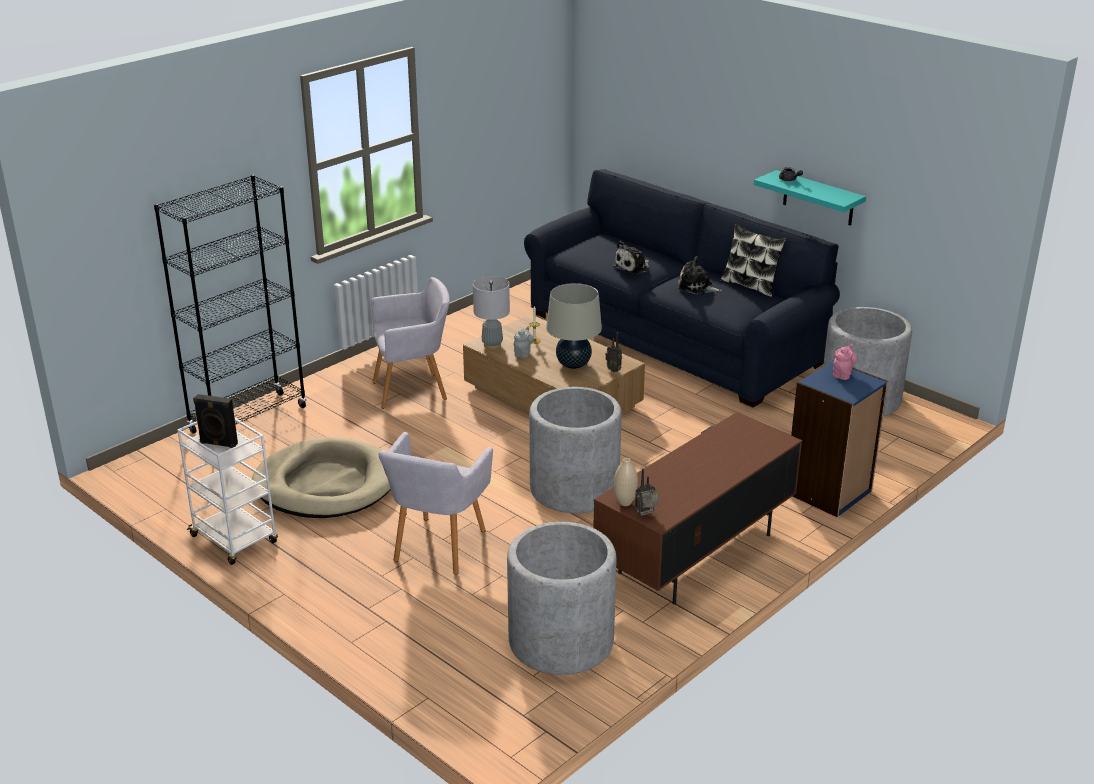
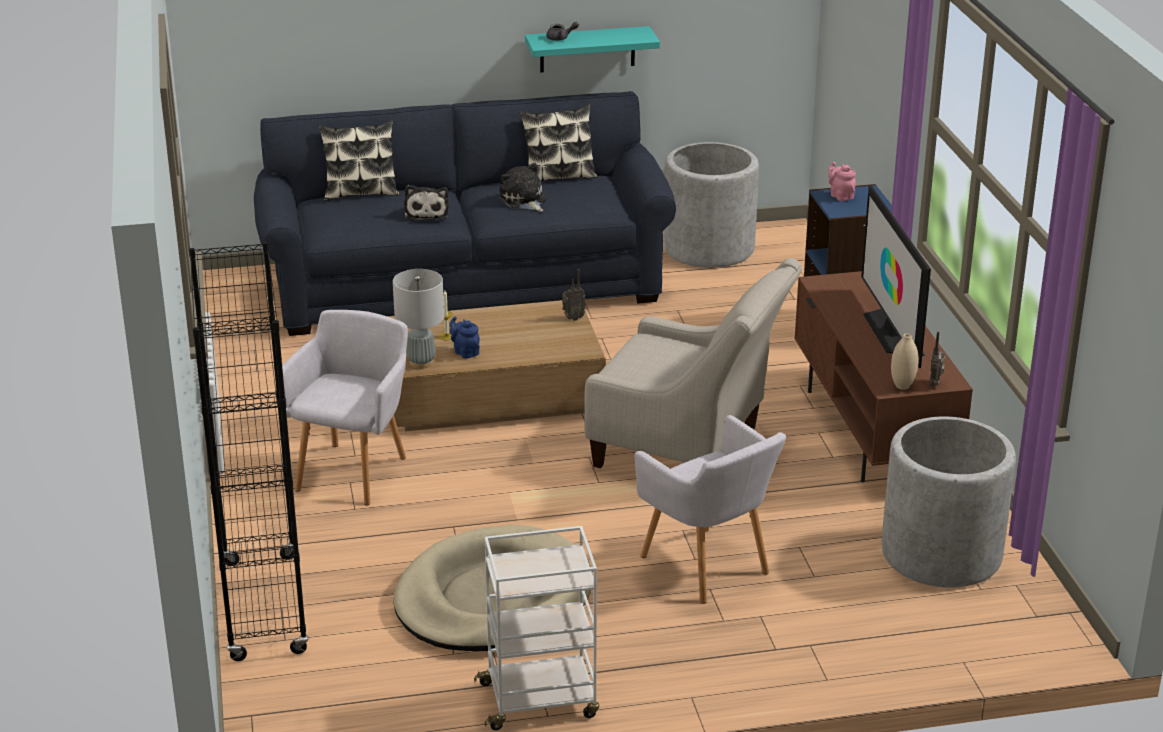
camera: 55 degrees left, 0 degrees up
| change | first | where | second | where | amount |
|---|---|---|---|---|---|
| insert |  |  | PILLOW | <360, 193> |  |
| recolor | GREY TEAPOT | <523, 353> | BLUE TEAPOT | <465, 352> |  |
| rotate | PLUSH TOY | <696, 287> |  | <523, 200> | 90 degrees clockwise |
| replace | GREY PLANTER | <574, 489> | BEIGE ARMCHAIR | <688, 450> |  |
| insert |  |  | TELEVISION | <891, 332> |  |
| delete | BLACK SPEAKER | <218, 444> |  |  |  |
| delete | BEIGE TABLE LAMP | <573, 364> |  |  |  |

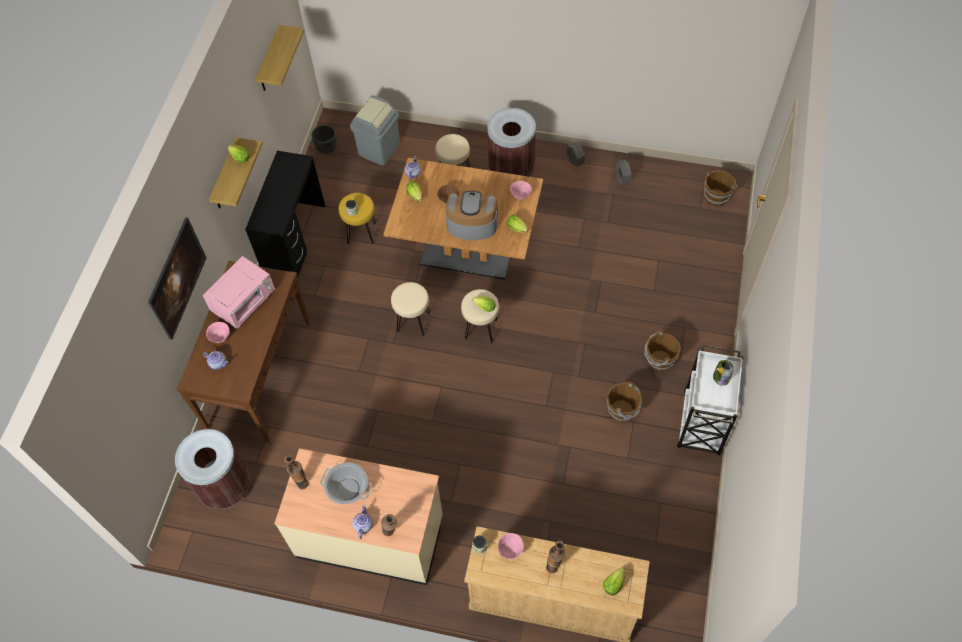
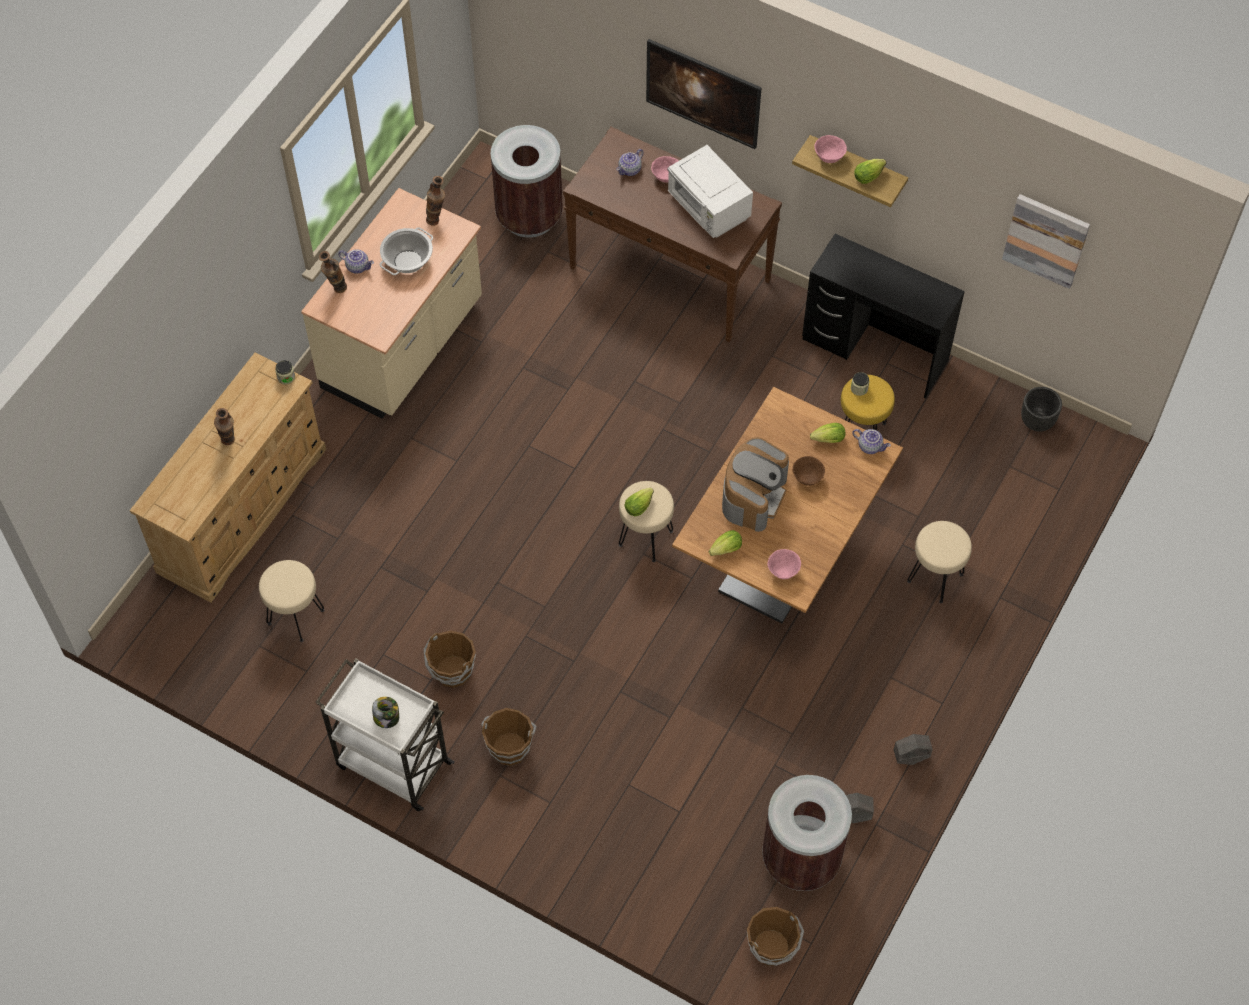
camera: 105 degrees right, 0 degrees up
| change | first | where | second | where | amount |
|---|---|---|---|---|---|
| move | BEIGE STOOL | <413, 322> |  | <295, 616> |  |
| recolor | PINK MICROWAVE | <245, 302> | WHITE MICROWAVE | <709, 209> |  |
| move | BROWN TRASH CAN | <511, 171> |  | <801, 858> |  |
| move | PINK BOWL | <510, 550> |  | <829, 157> |  |
| replace | SHELF | <269, 61> | PICTURE | <1046, 240> |  |
| delete | GREY TRASH CAN | <379, 149> |  |  |  |
| delete | LETTUCE | <614, 583> |  |  |  |

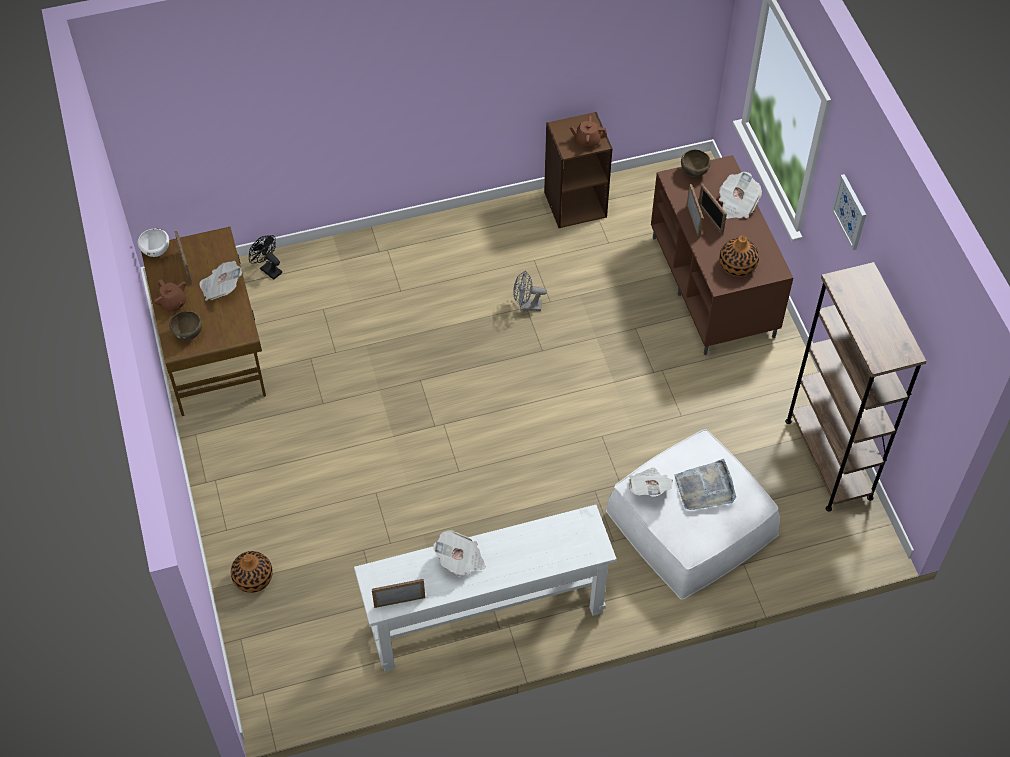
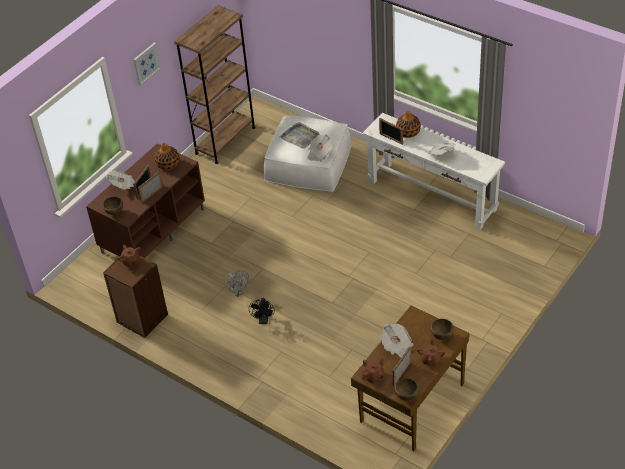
camera: 125 degrees left, 10 degrees down
| change | first | where | second | where | amount |
|---|---|---|---|---|---|
| move | BLACK FAN | <268, 269> |  | <263, 320> |  |
| insert |  |  | BROWN TEAPOT | <373, 376> |  |
| move | PICTURE FRAME | <399, 601> |  | <391, 139> |  |
| recolor | WHITE BOWL | <156, 252> | BROWN BOWL | <406, 396> |  |
| move | VASE | <253, 578> |  | <408, 132> |  |

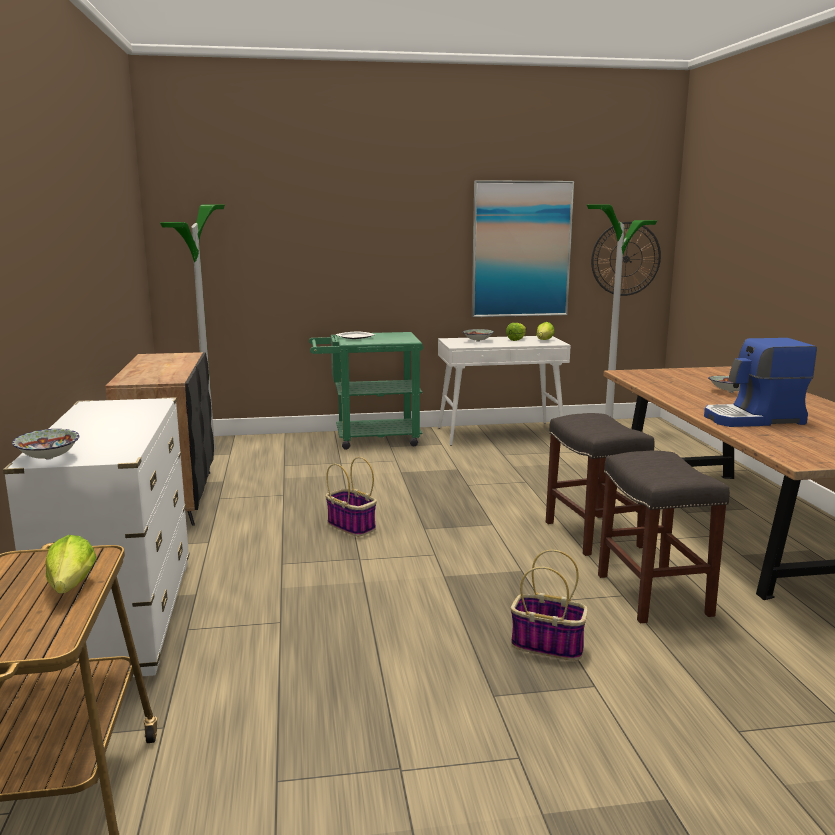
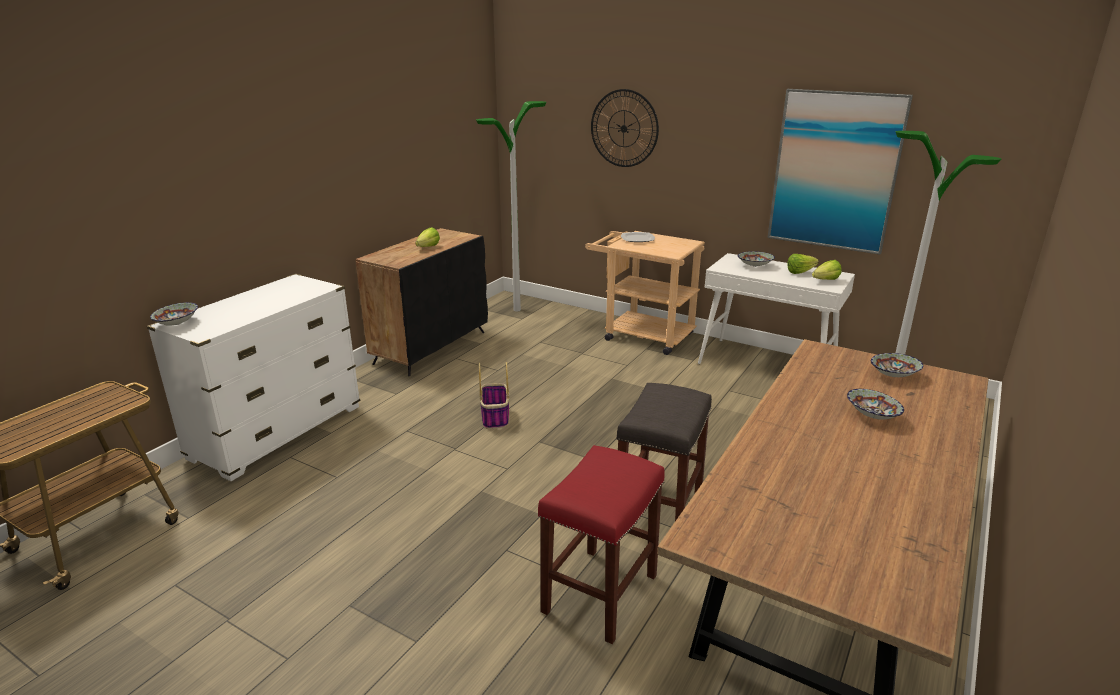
camera: 40 degrees right, 10 degrees up
| change | first | where | second | where | amount |
|---|---|---|---|---|---|
| move | LETTUCE | <68, 591> |  | <426, 248> |  |
| recolor | GREY STOOL | <651, 594> | RED STOOL | <600, 592> |  |
| recolor | GREEN CART | <368, 439> | BEIGE CART | <641, 335> |  |
| move | WALL CLOCK | <626, 259> |  | <624, 128> |  |
| insert |  |  | BOWL | <893, 375> |  |
| delete | BASKET | <548, 645> |  |  |  |
| delete | COFFEE MACHINE | <754, 419> |  |  |  |

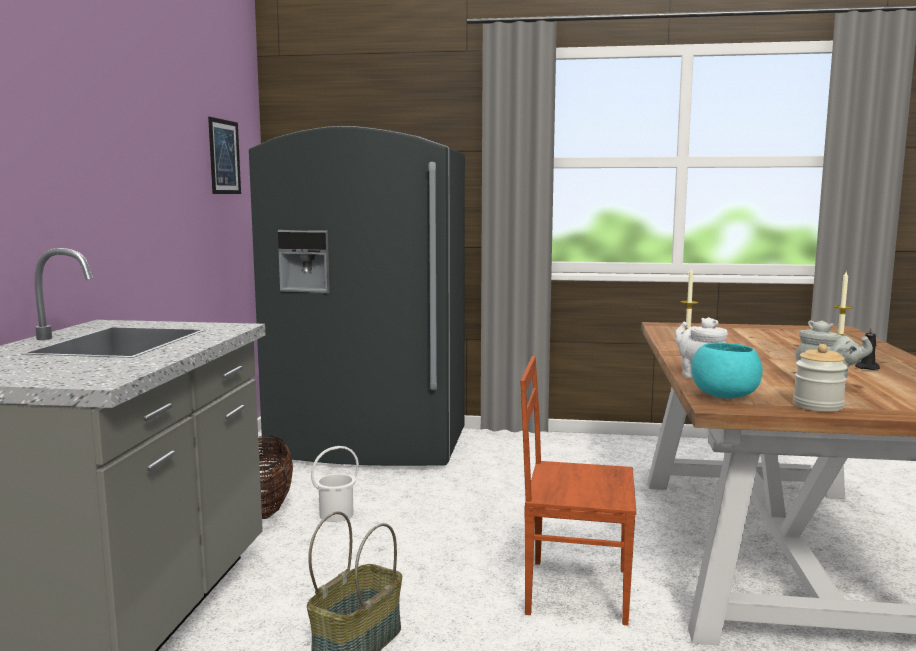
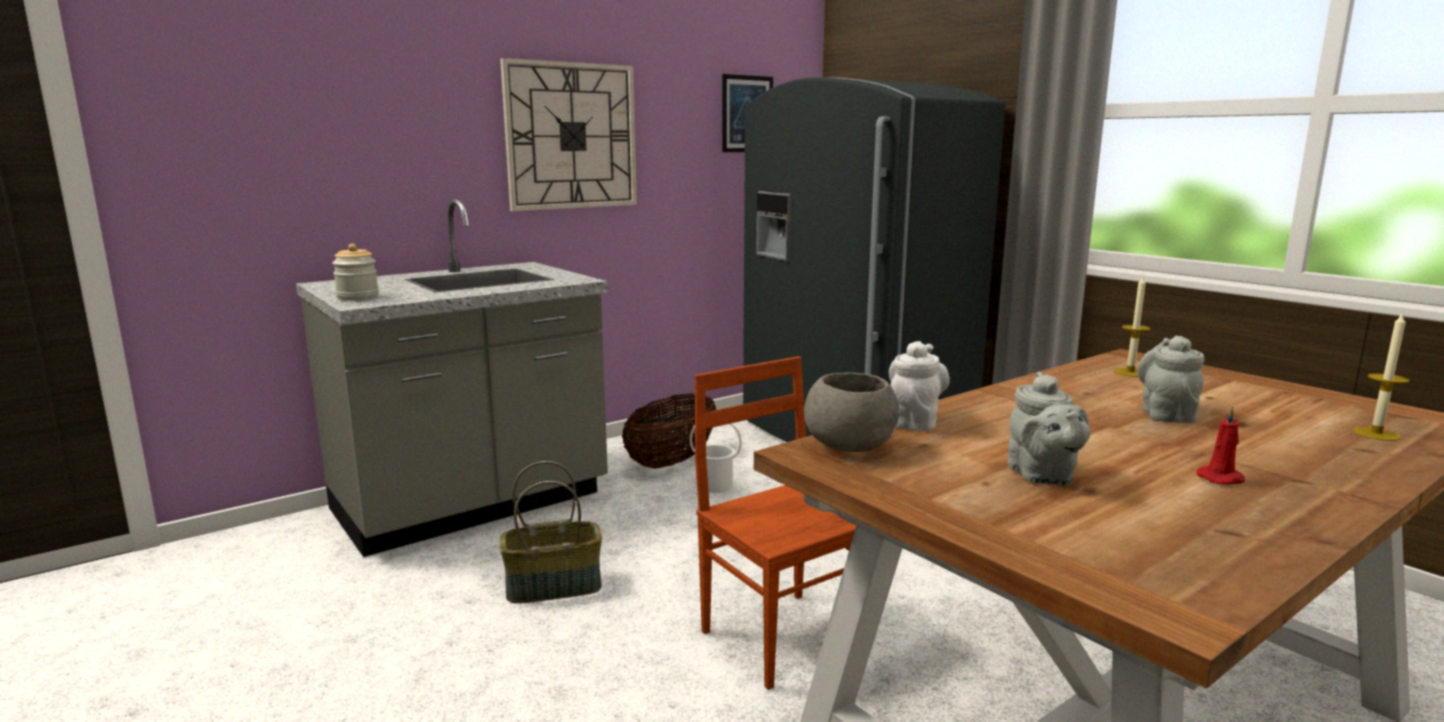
camera: 45 degrees right, 5 degrees up
| change | first | where | second | where | amount |
|---|---|---|---|---|---|
| move | JAR | <817, 406> |  | <358, 297> |  |
| insert |  |  | WALL CLOCK | <571, 136> |  |
| recolor | TURQUOISE BOWL | <723, 396> | GREY BOWL | <849, 447> |  |
| insert |  |  | GREY TEAPOT | <1166, 414> |  |
| recolor | BLACK CANDLE | <867, 368> | RED CANDLE | <1222, 479> |  |

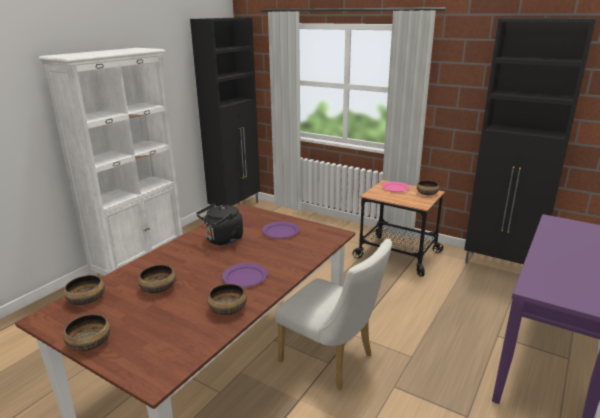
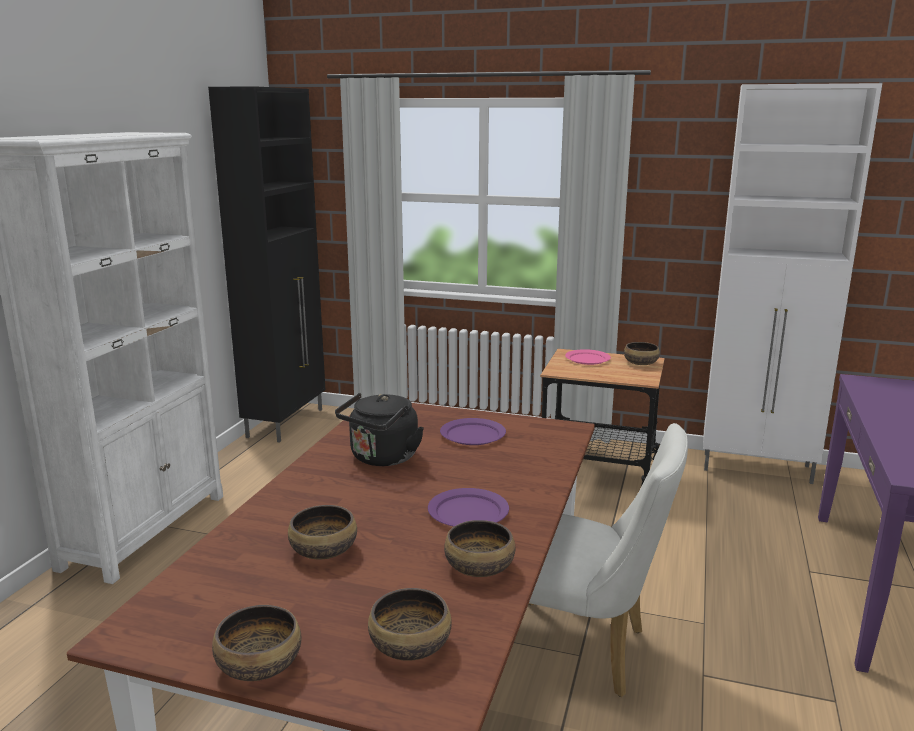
camera: 15 degrees left, 5 degrees down
| change | first | where | second | where | amount |
|---|---|---|---|---|---|
| move | BOWL | <87, 300> |  | <411, 645> |  |
| recolor | BLACK CABINET | <501, 266> | WHITE CABINET | <758, 468> |  |

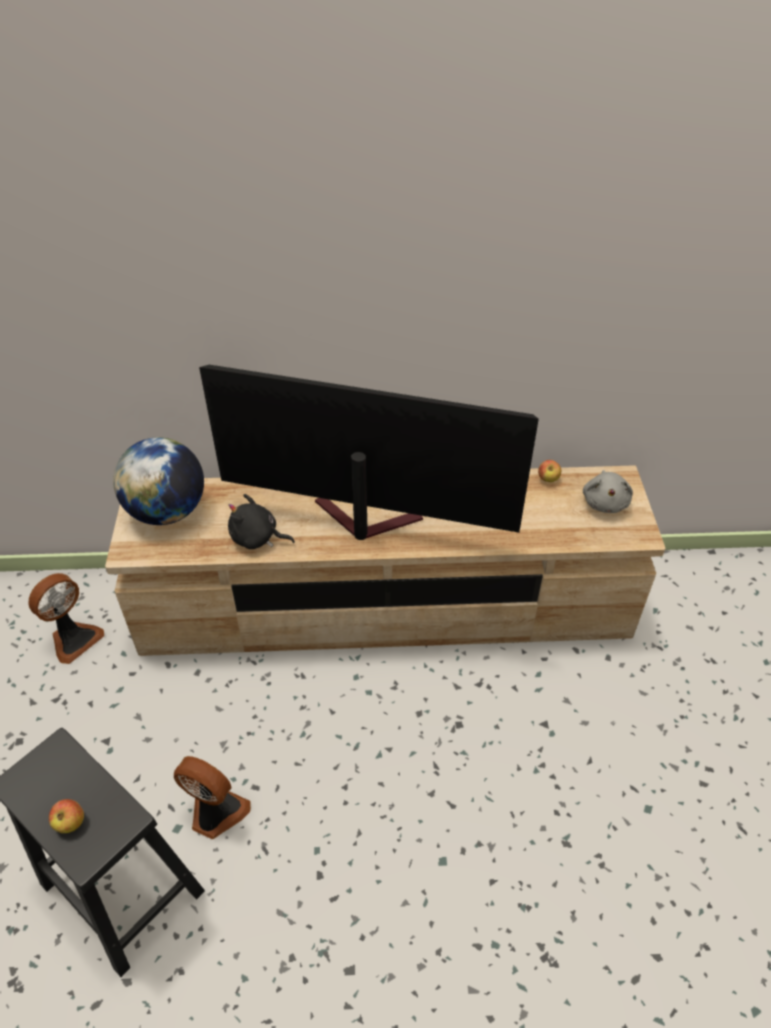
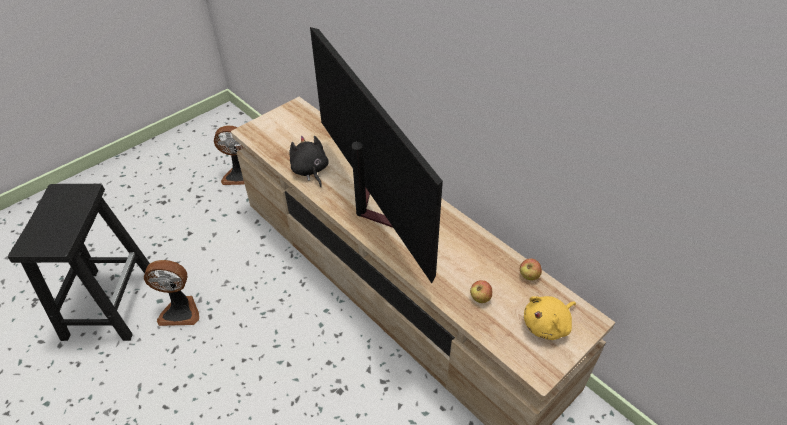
camera: 50 degrees right, 0 degrees up
| change | first | where | second | where | amount |
|---|---|---|---|---|---|
| rotate | FAN | <216, 813> |  | <180, 310> | 105 degrees clockwise |
| move | APPLE | <70, 822> |  | <480, 298> |  |
| recolor | GREY PLUSH TOY | <605, 502> | YELLOW PLUSH TOY | <547, 325> |  |
| delete | GLOBE | <167, 511> |  |  |  |

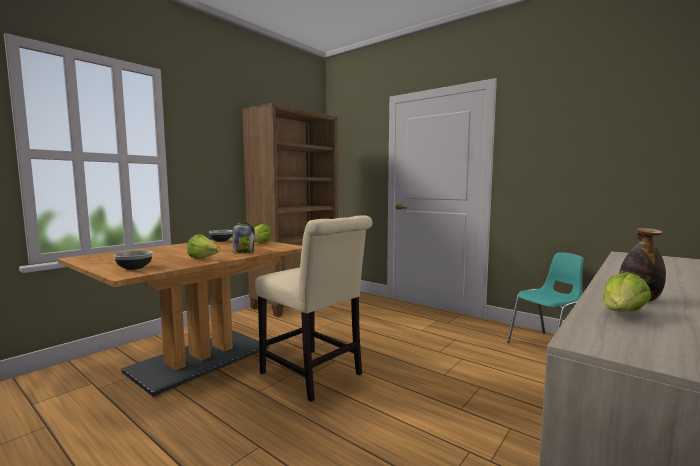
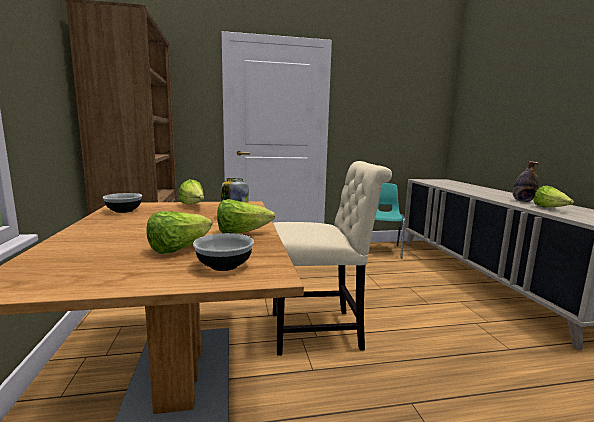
camera: 50 degrees left, 5 degrees up
| change | first | where | second | where | amount |
|---|---|---|---|---|---|
| insert |  |  | LETTUCE | <179, 249> |  |

